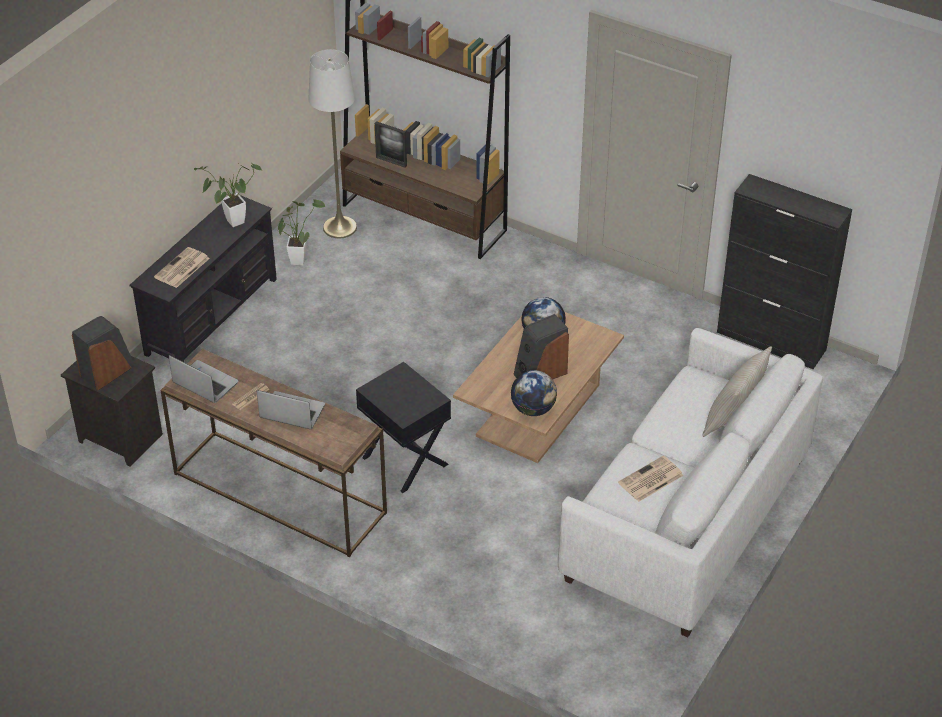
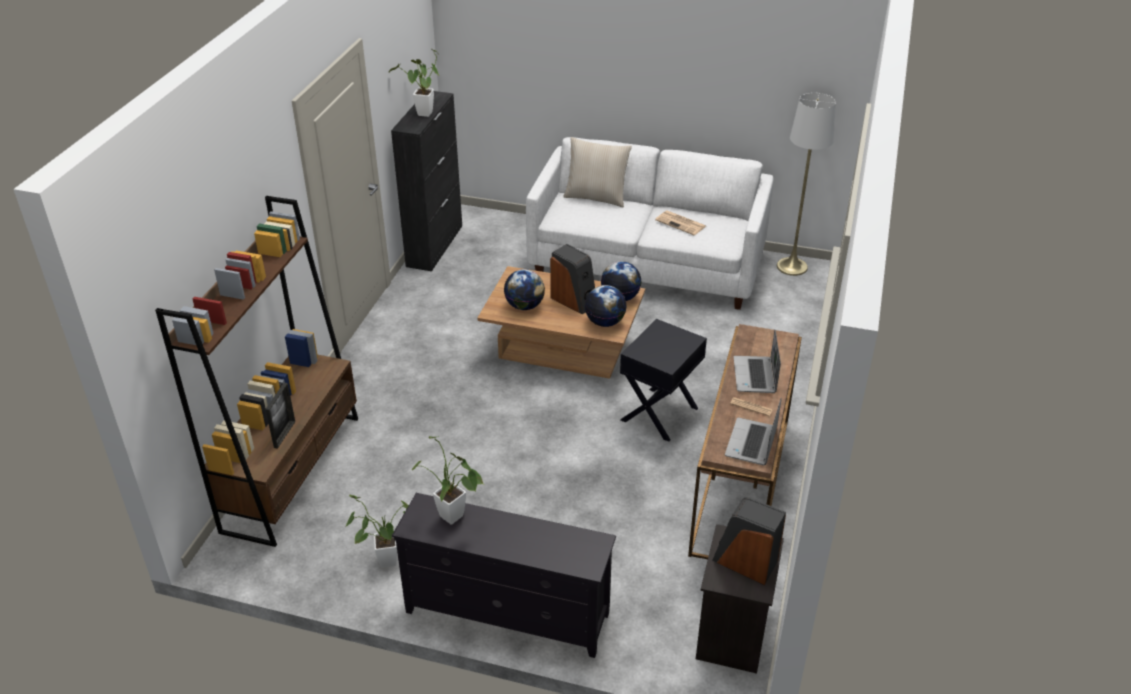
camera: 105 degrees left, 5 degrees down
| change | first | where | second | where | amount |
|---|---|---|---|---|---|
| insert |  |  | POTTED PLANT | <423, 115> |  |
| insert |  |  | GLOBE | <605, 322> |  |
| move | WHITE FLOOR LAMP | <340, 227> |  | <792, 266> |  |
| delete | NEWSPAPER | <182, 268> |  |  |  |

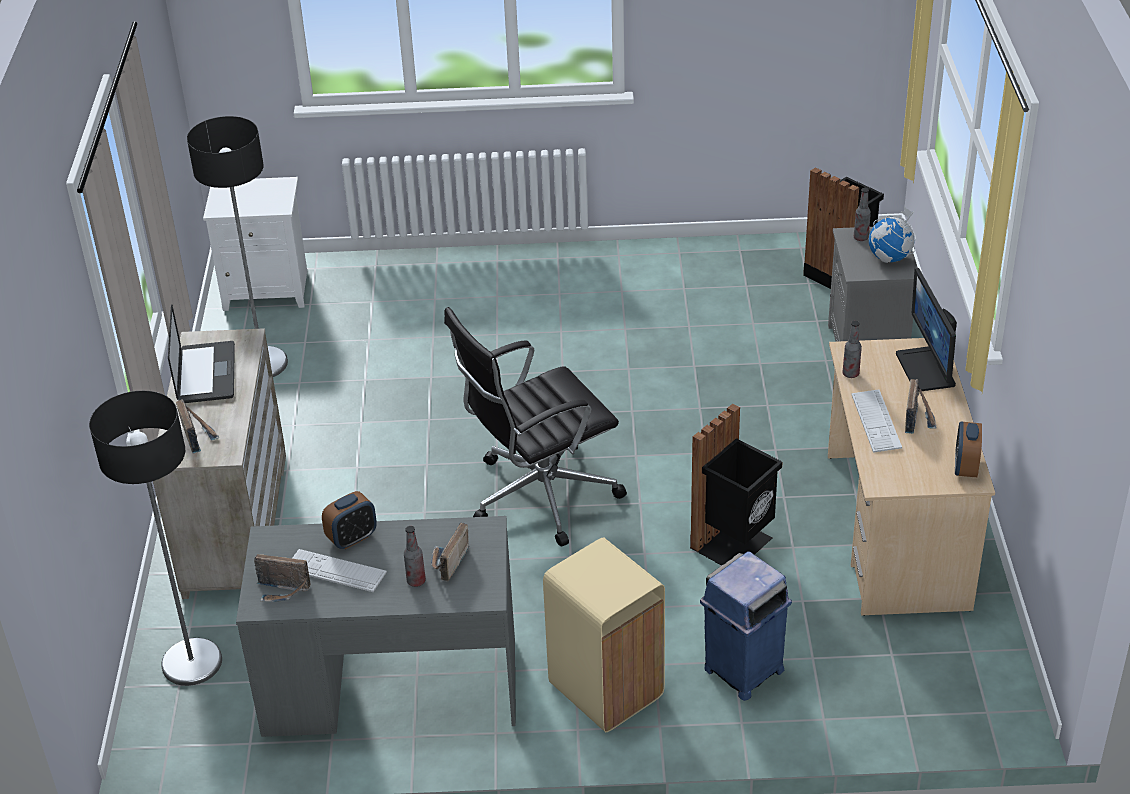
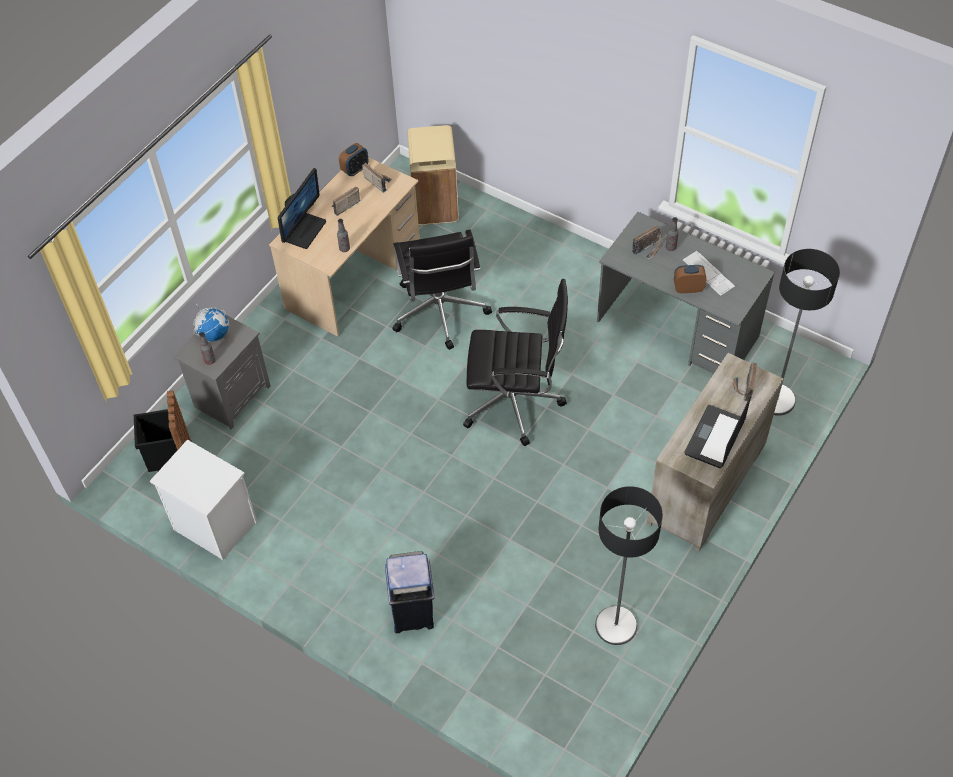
camera: 145 degrees left, 15 degrees up
| change | first | where | second | where | amount |
|---|---|---|---|---|---|
| move | WHITE NIGHTSTAND | <268, 289> |  | <213, 525> |  |
| move | RADIO | <283, 591> |  | <378, 181> |  |
| move | BLUE TRASH CAN | <742, 671> |  | <413, 613> |  |
| replace | BLACK TRASH CAN | <734, 544> | BLACK OFFICE CHAIR | <440, 313> |  |
| move | BEIGE TRASH CAN | <606, 691> |  | <436, 206> |  |
| delete | KEYBOARD | <876, 421> |  |  |  |

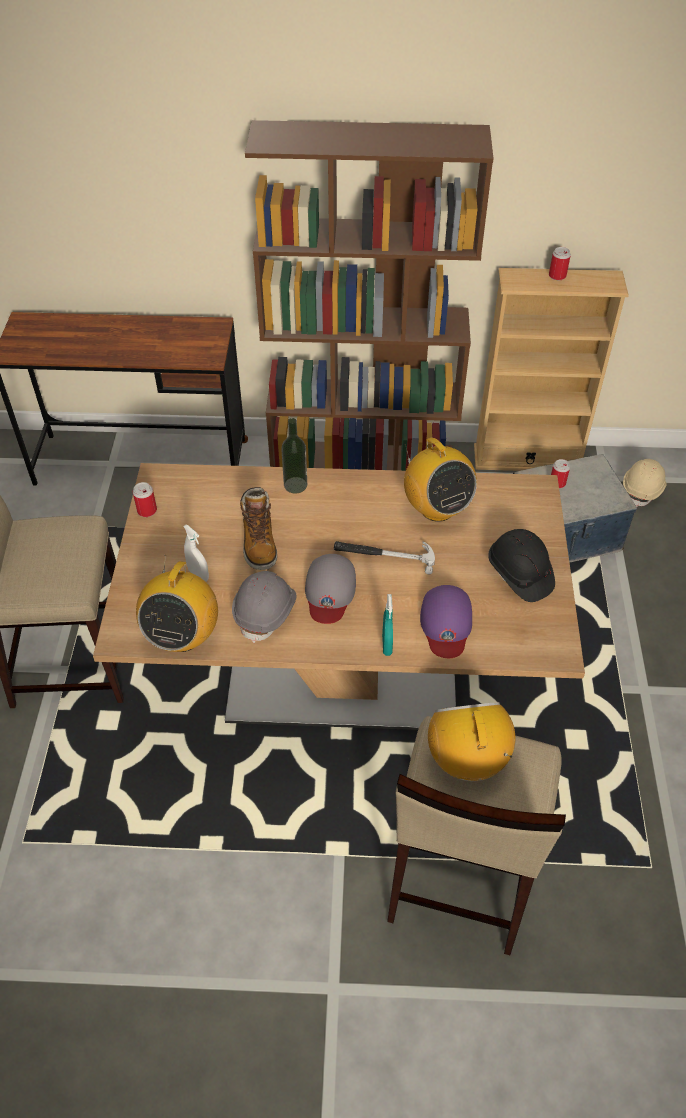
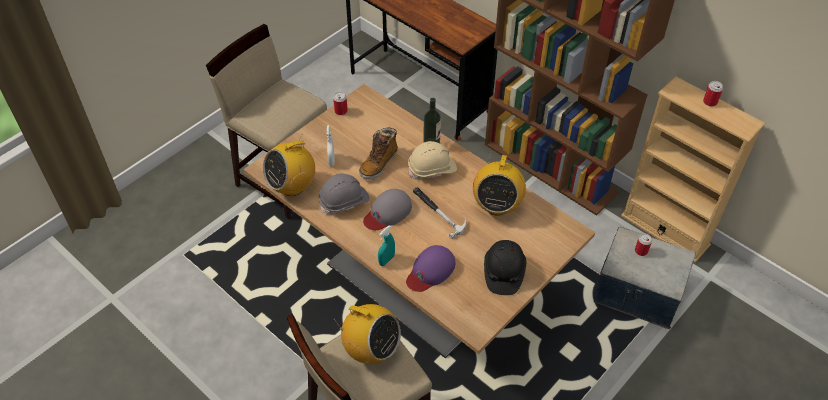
camera: 40 degrees right, 0 degrees up
| change | first | where | second | where | amount |
|---|---|---|---|---|---|
| rotate | RADIO | <467, 760> |  | <371, 350> | 90 degrees clockwise |
| move | BEIGE HARD HAT | <642, 489> |  | <432, 169> |  |

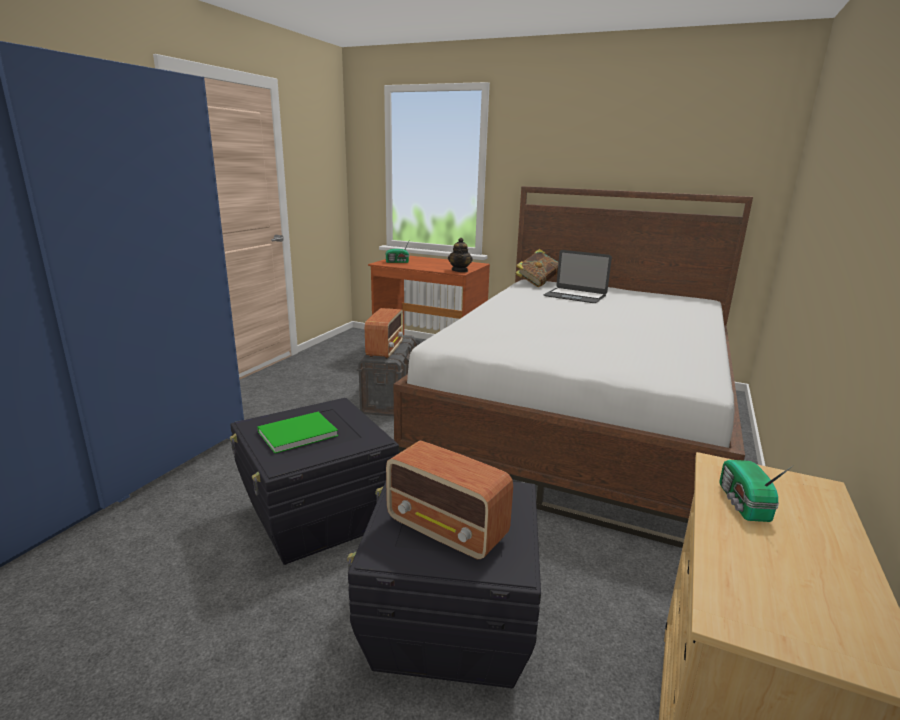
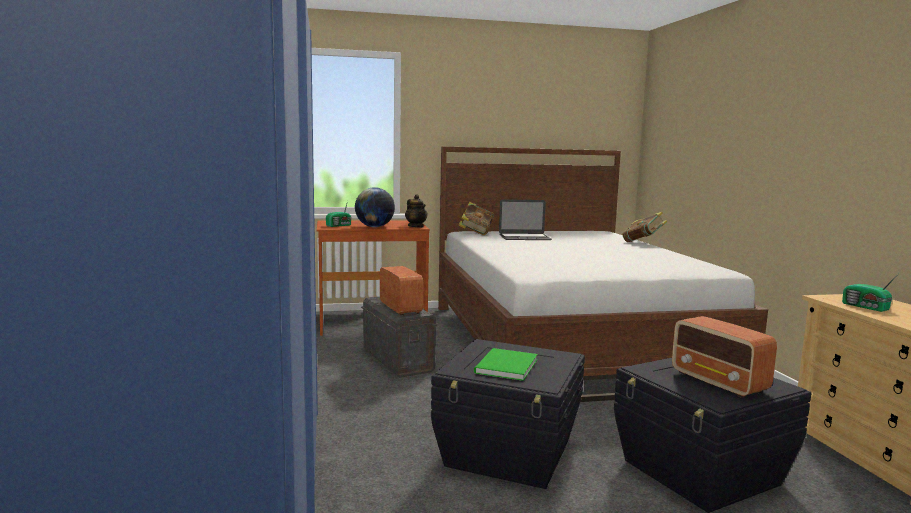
camera: 35 degrees left, 10 degrees down
| change | first | where | second | where | amount |
|---|---|---|---|---|---|
| insert |  |  | GLOBE | <374, 227> |  |
| insert |  |  | BOOK | <643, 243> |  |
| rotate | RADIO | <447, 530> |  | <719, 382> | 60 degrees clockwise |

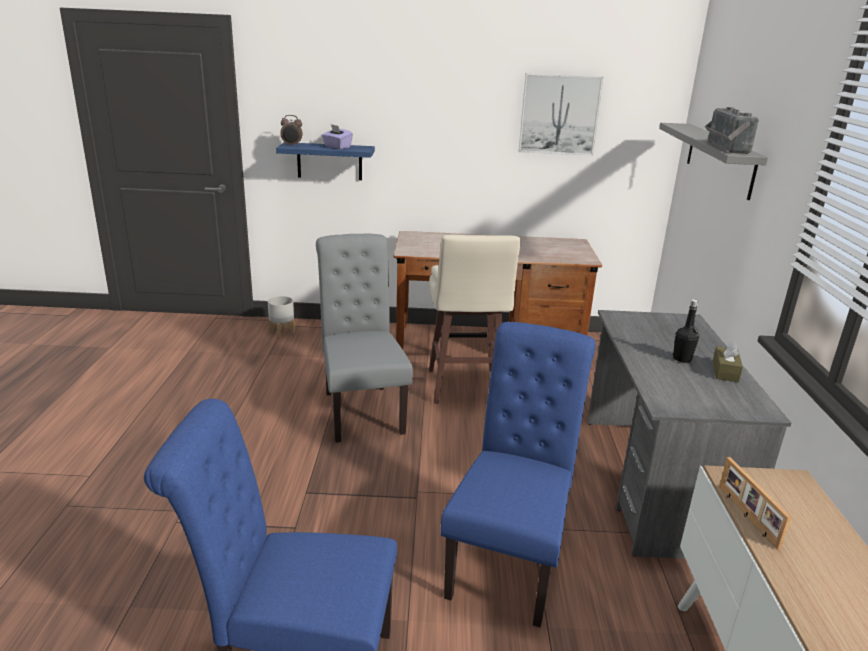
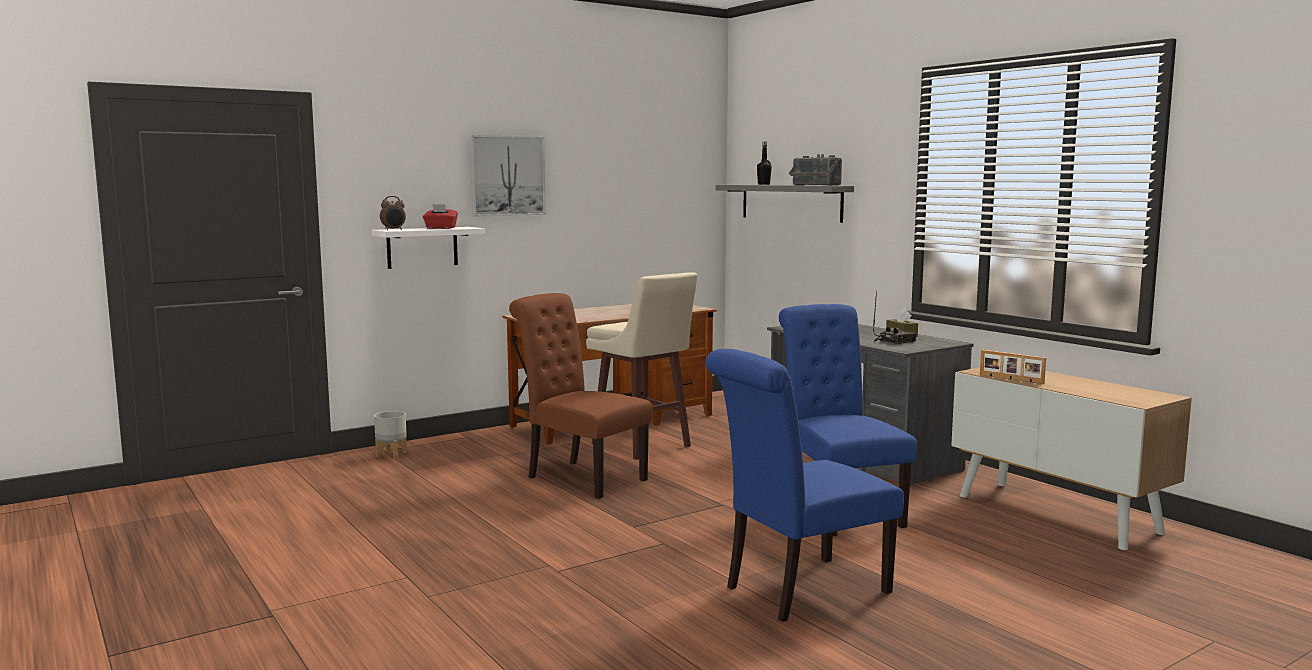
camera: 35 degrees left, 15 degrees down
| change | first | where | second | where | amount |
|---|---|---|---|---|---|
| recolor | BLUE SHELF | <329, 161> | WHITE SHELF | <422, 247> |  |
| recolor | PURPLE TISSUE BOX | <337, 147> | RED TISSUE BOX | <440, 228> |  |
| move | PICTURE | <559, 114> |  | <507, 176> |  |
| recolor | GREY CHAIR | <361, 409> | BROWN CHAIR | <580, 477> |  |
| move | BLACK BOTTLE | <682, 359> |  | <763, 184> |  |
| insert |  |  | RADIO | <894, 341> |  |

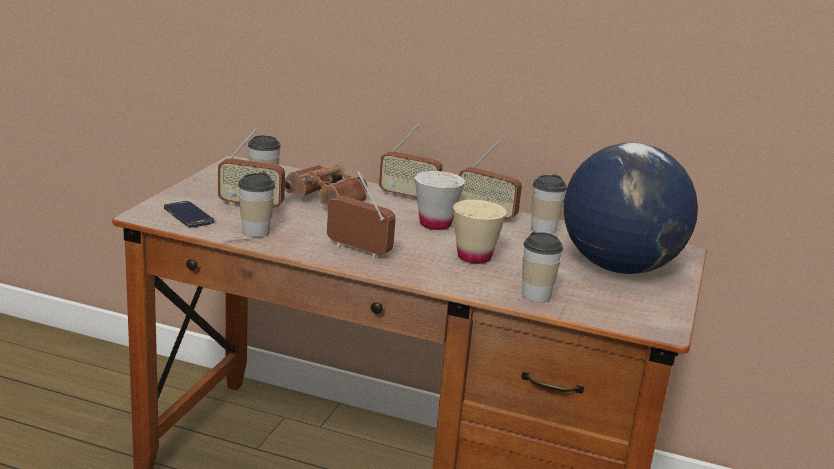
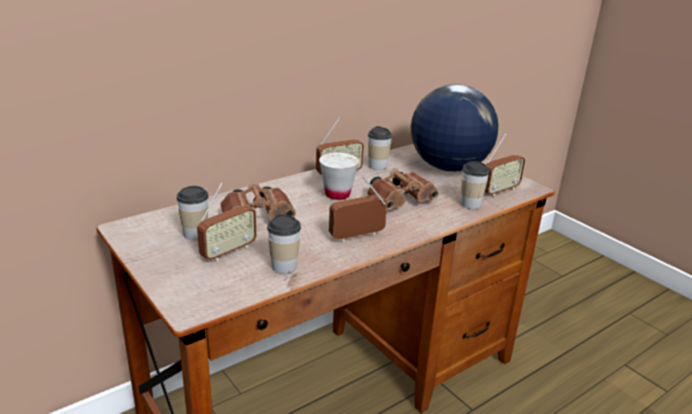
camera: 55 degrees left, 5 degrees up
| change | first | where | second | where | amount |
|---|---|---|---|---|---|
| replace | BEIGE CUP | <474, 257> | BROWN BINOCULARS | <401, 201> |  |
| move | RADIO | <408, 197> |  | <499, 191> |  |
| delete | PHONE | <188, 215> |  |  |  |

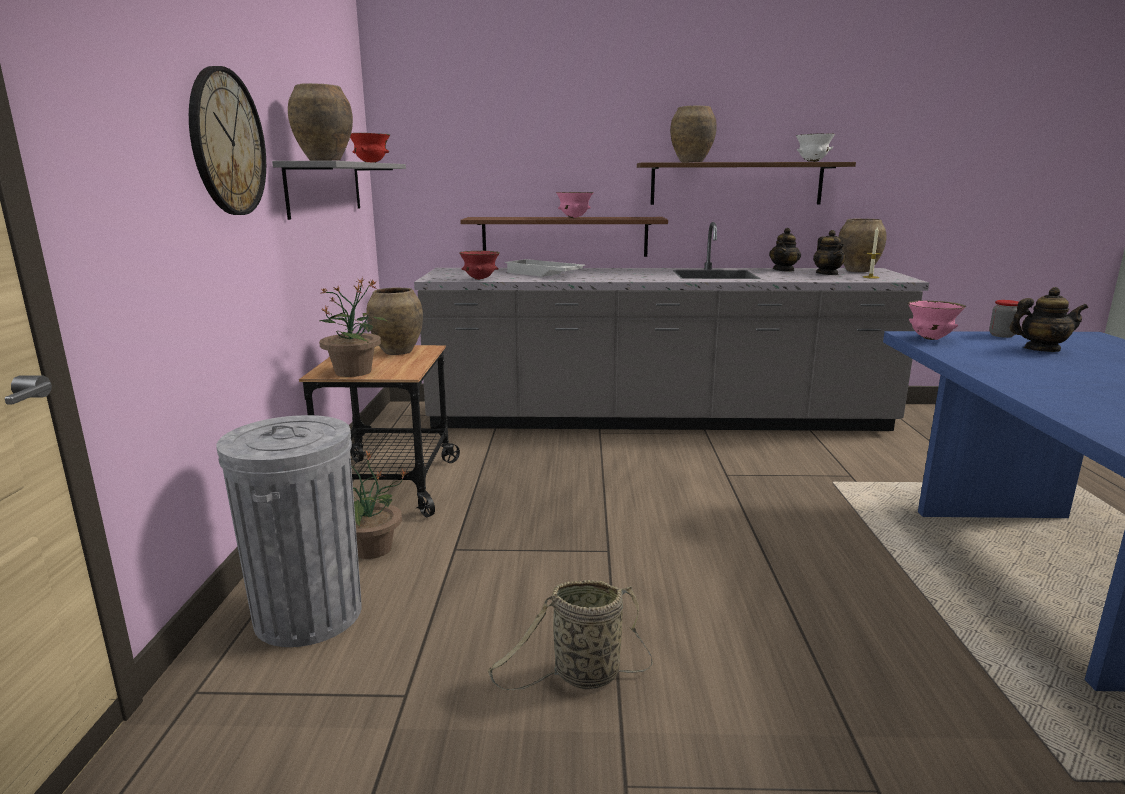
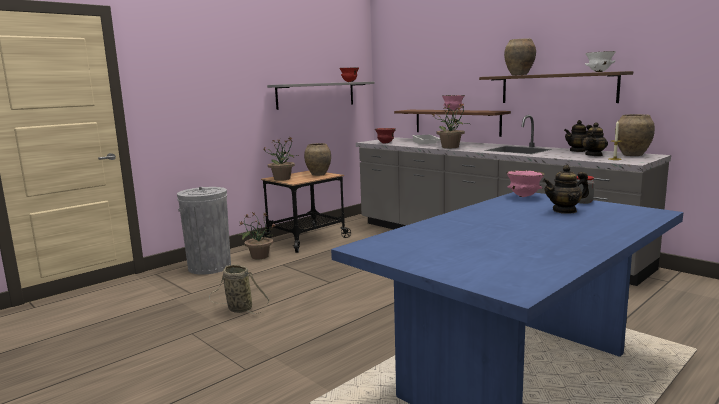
camera: 45 degrees right, 5 degrees down
| change | first | where | second | where | amount |
|---|---|---|---|---|---|
| insert |  |  | POTTED PLANT | <451, 147> |  |
| rotate | TEAPOT | <1041, 349> |  | <564, 210> | 120 degrees clockwise |
| delete | WALL CLOCK | <227, 143> |  |  |  |
| delete | BROWN VASE | <324, 160> |  |  |  |

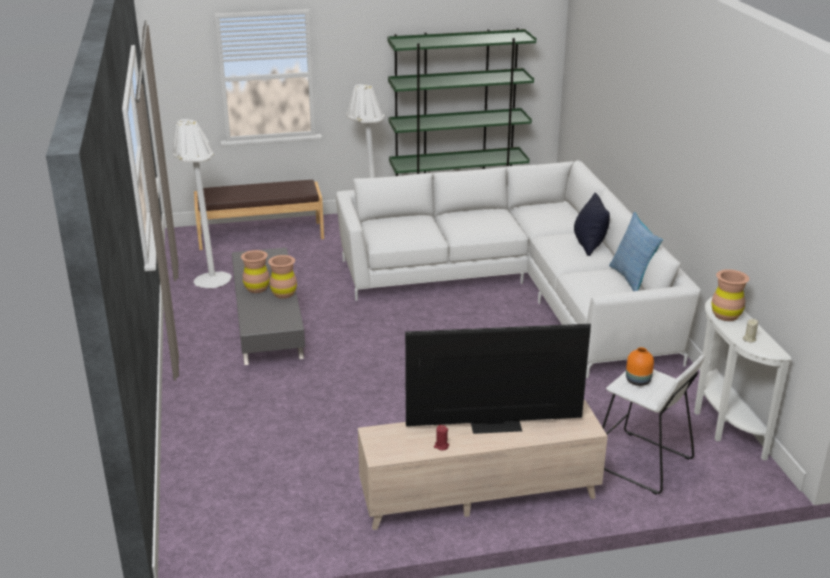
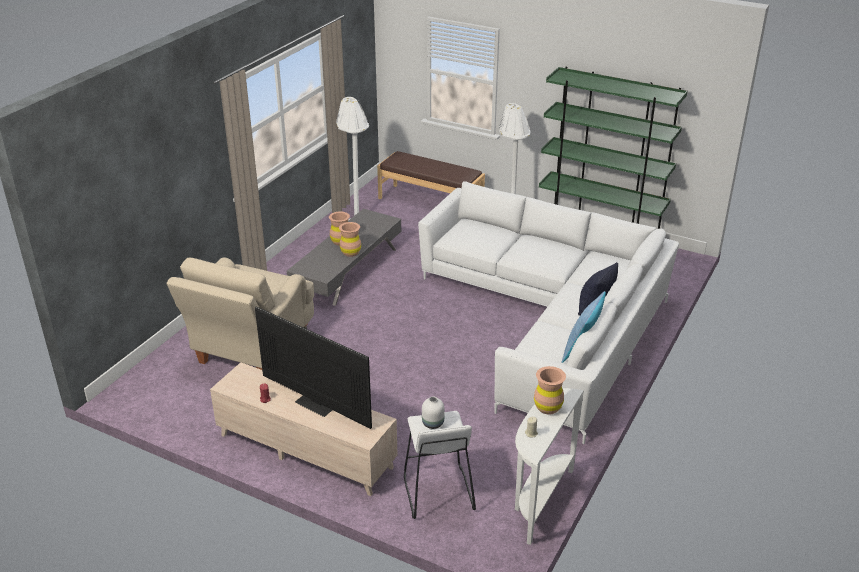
camera: 40 degrees right, 5 degrees up
| change | first | where | second | where | amount |
|---|---|---|---|---|---|
| insert |  |  | BEIGE ARMCHAIR | <251, 350> |  |
| recolor | ORANGE VASE | <637, 380> | WHITE VASE | <433, 423> |  |

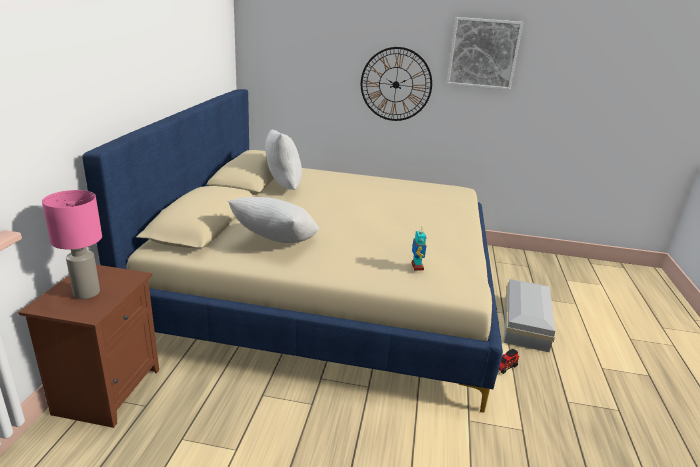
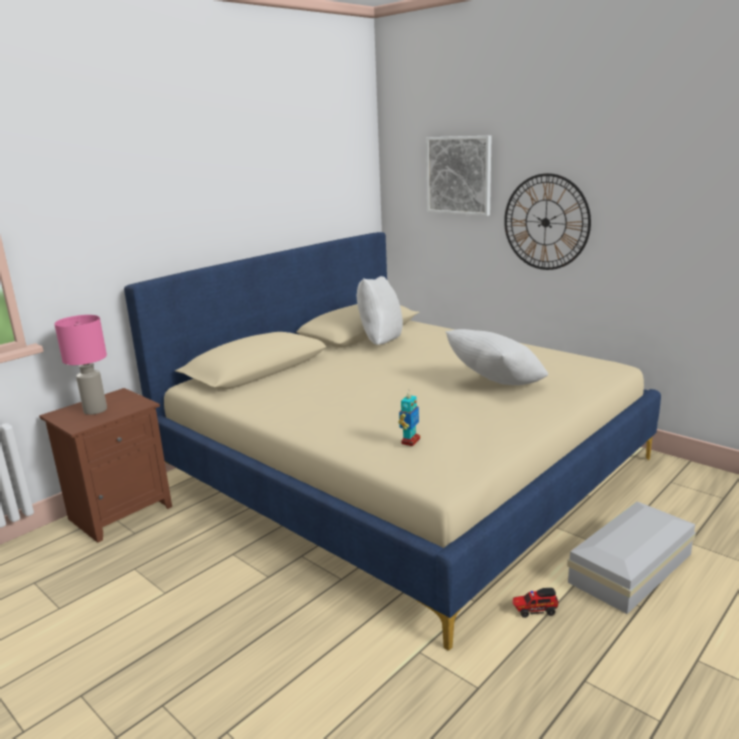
camera: 35 degrees right, 5 degrees down
| change | first | where | second | where | amount |
|---|---|---|---|---|---|
| move | PICTURE | <483, 53> |  | <459, 175> |  |
| move | WHITE PILLOW | <275, 243> |  | <495, 385> |  |

